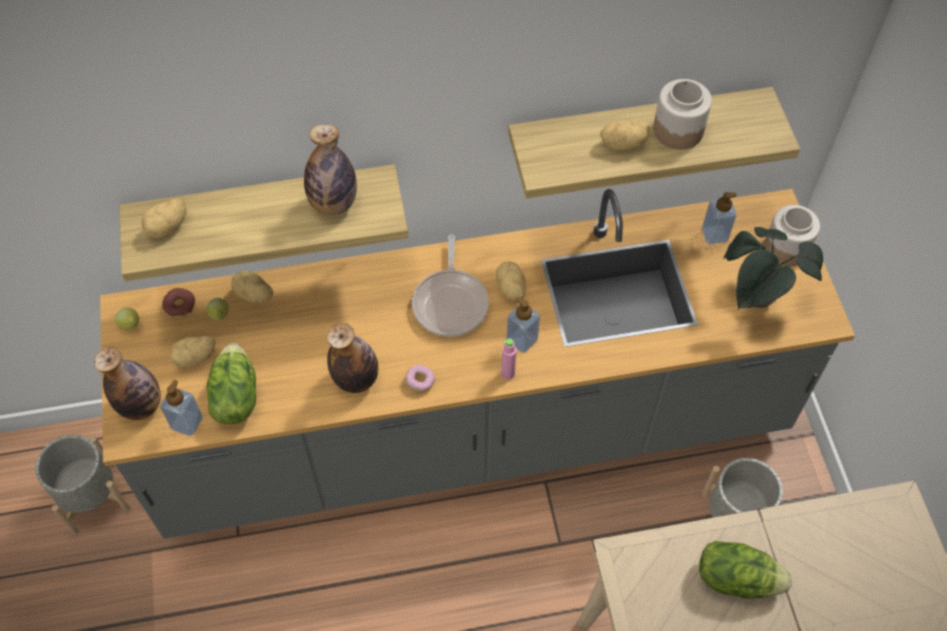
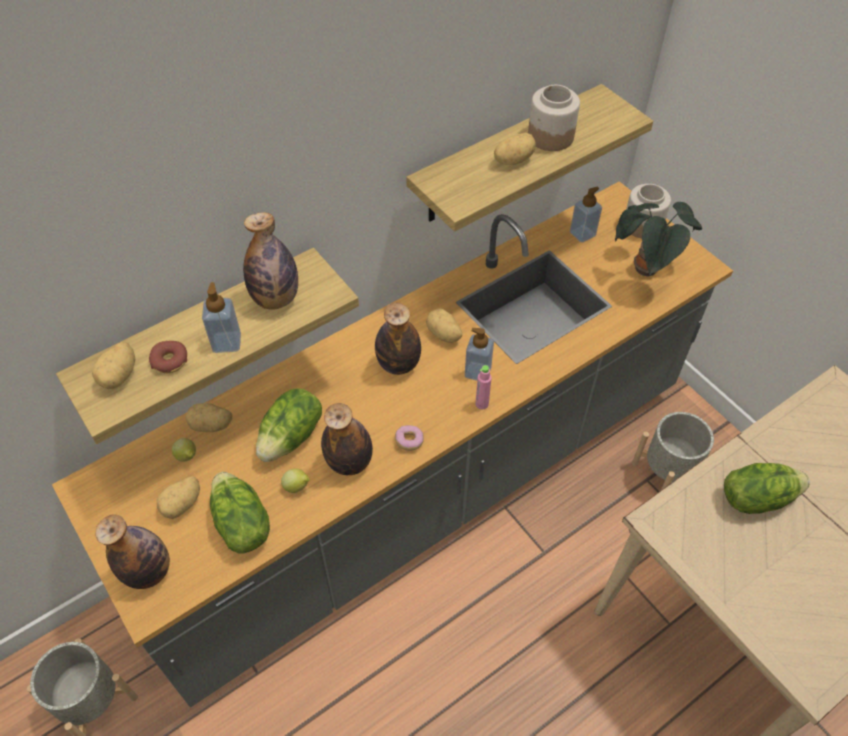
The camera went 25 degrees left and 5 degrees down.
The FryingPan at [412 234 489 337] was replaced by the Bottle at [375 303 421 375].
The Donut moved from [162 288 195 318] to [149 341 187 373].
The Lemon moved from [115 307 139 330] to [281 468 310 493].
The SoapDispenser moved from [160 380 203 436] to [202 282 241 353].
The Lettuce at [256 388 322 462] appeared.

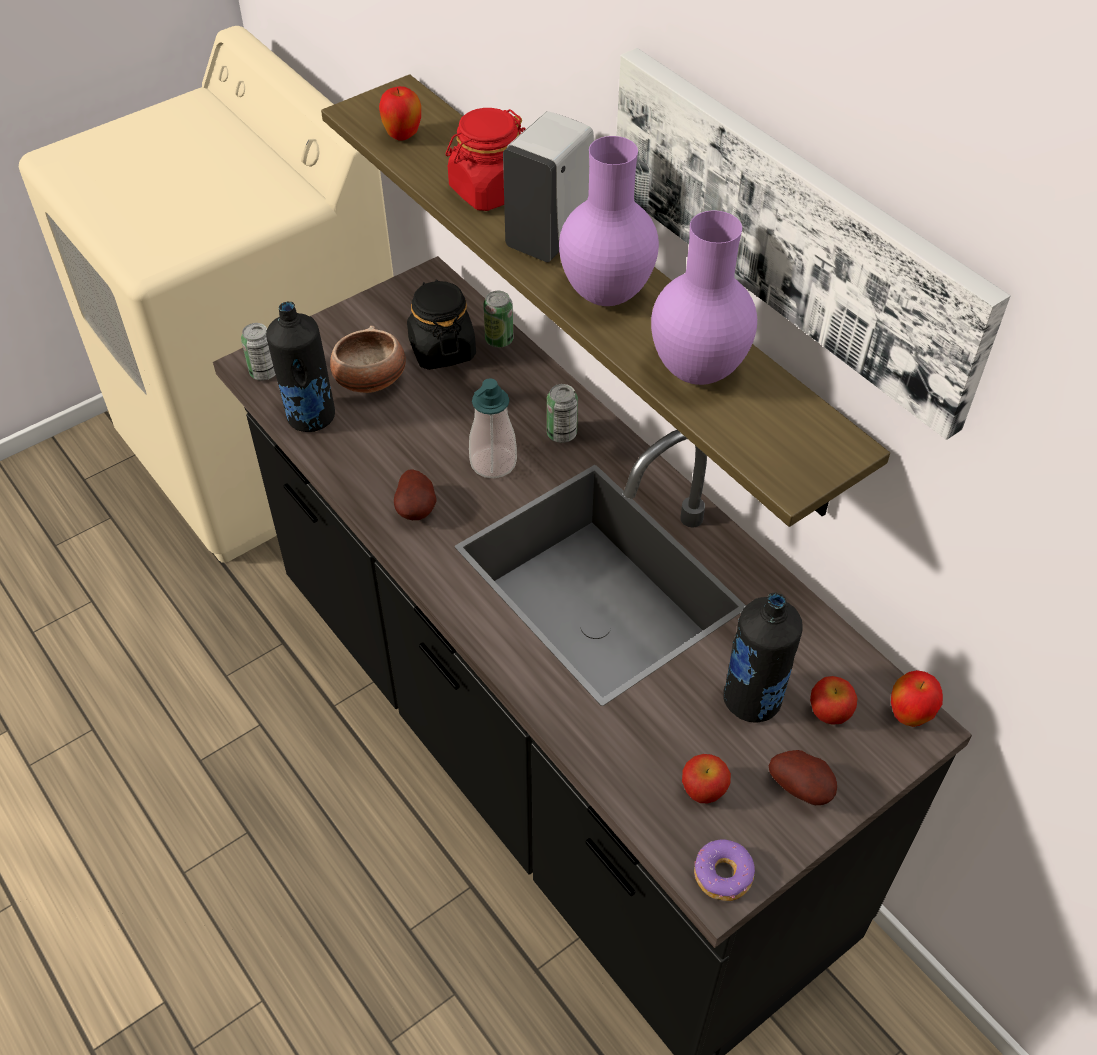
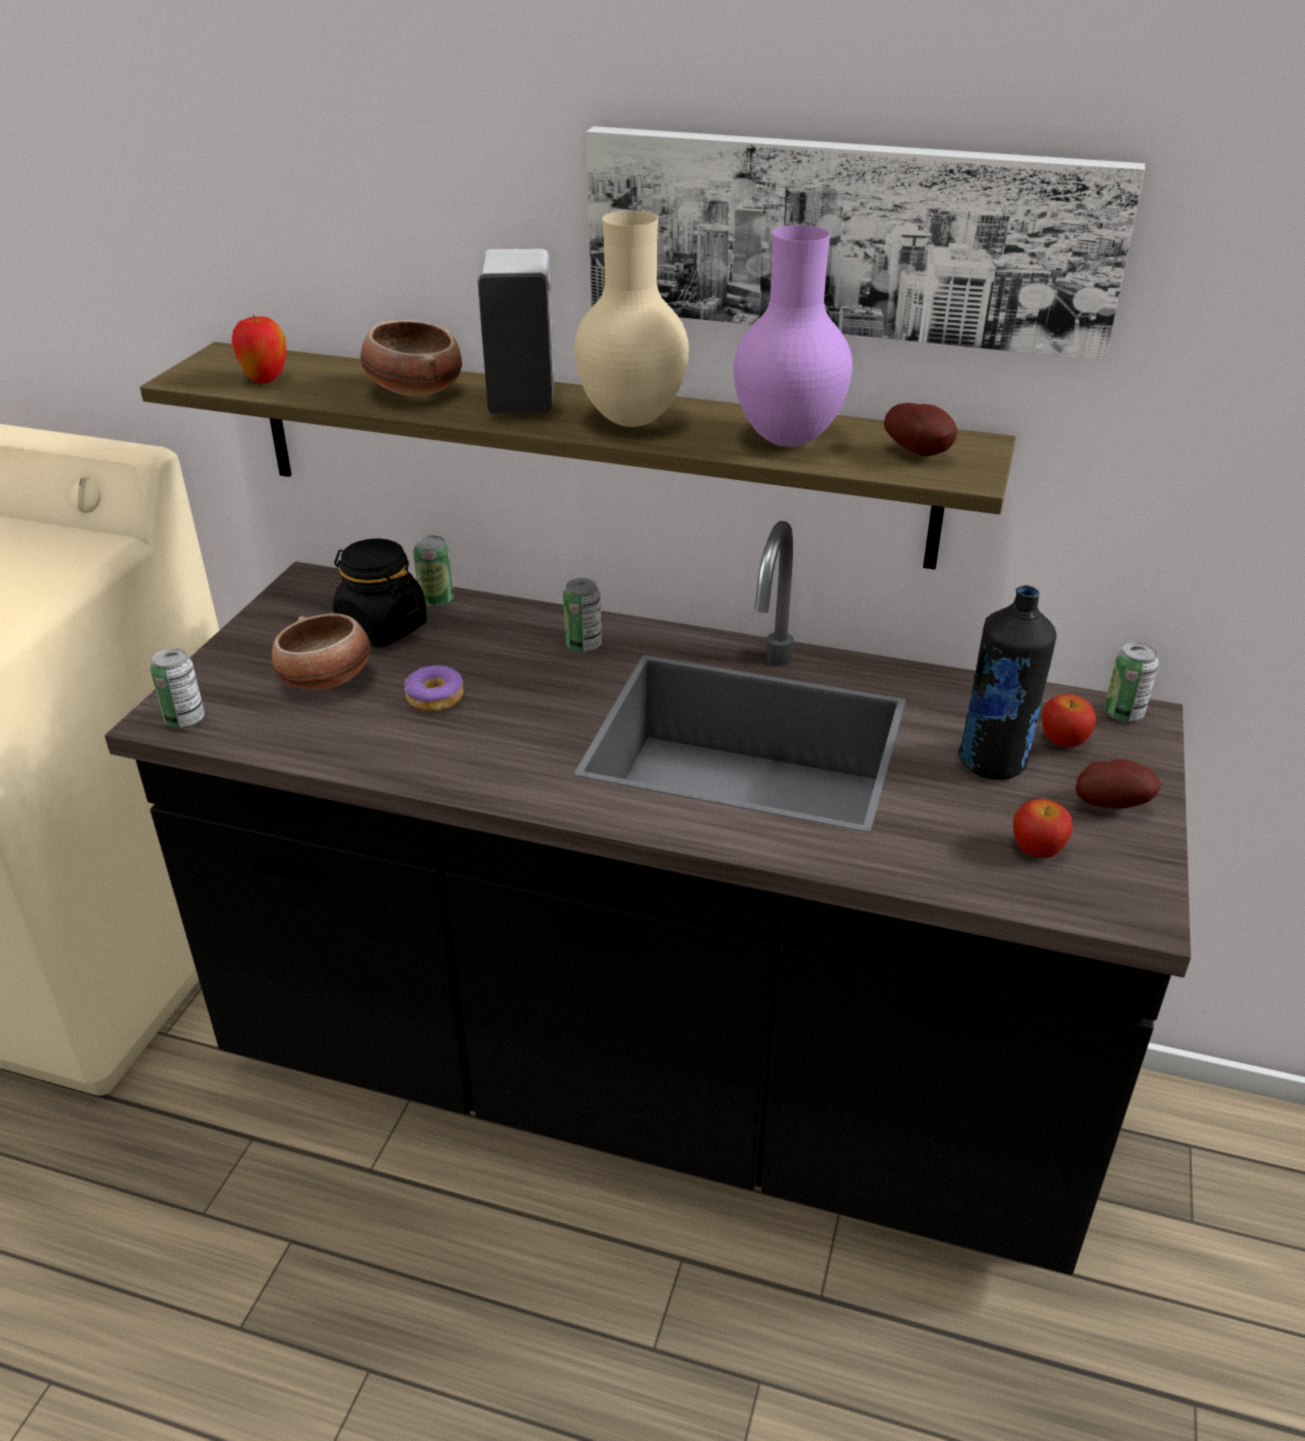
The camera went 35 degrees left and 15 degrees down.
The RedJar at [446 108 526 211] was replaced by the Bowl at [360 320 462 396].
The PurpleVase at [559 136 659 306] became the BeigeVase at [574 211 689 427].
The BlackBottle at [266 302 335 432] disappeared.
The SoapDispenser at [469 378 517 478] disappeared.
The Potato moved from [394 470 437 520] to [884 403 957 456].
The Apple at [891 670 943 727] was replaced by the Can at [1105 642 1159 722].
The Donut moved from [694 839 755 901] to [404 665 464 711].

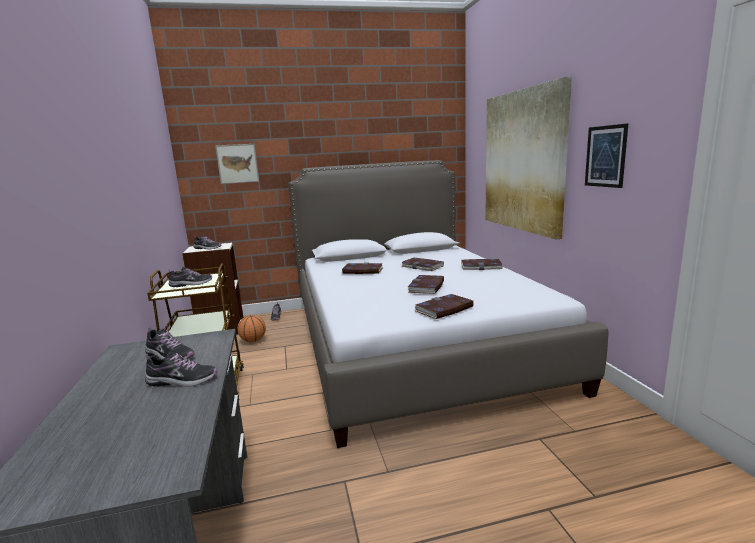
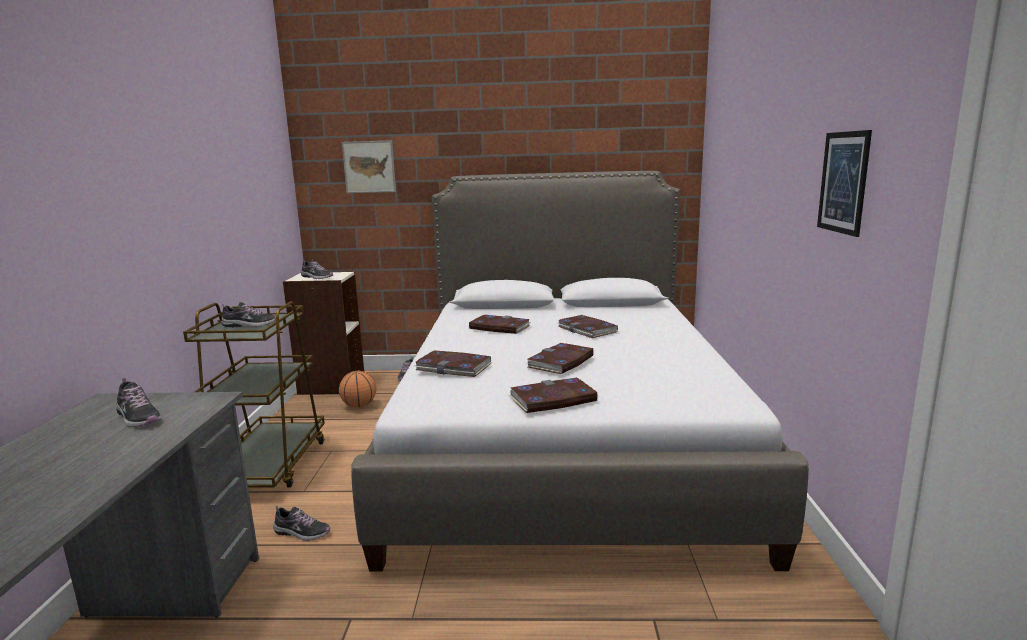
The camera went 15 degrees right and 0 degrees up.
The Picture at [485 77 572 239] disappeared.
The Book moved from [461 259 504 270] to [415 350 492 377].
The Shoe moved from [145 351 218 387] to [273 506 331 541].

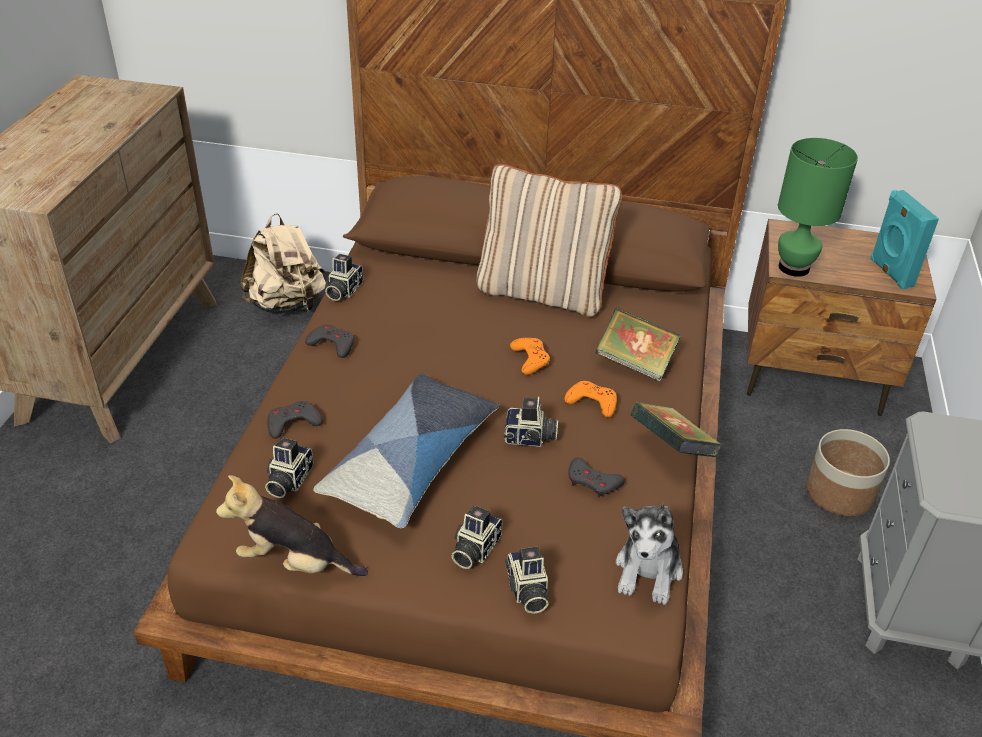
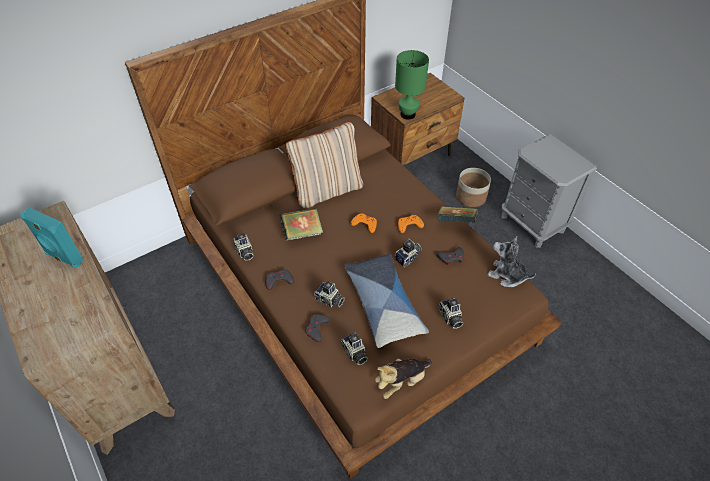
The camera went 45 degrees left and 10 degrees up.
The TurquoiseSpeaker moved from [870 190 939 290] to [20 208 84 268].
The BeigeBackpack at [241 213 326 314] disappeared.
The Book moved from [596 308 681 381] to [280 208 323 241].
The PlushToy at [615 503 683 605] turned 150 degrees clockwise.
The PhotoCamera moved from [505 547 548 614] to [313 281 345 307].

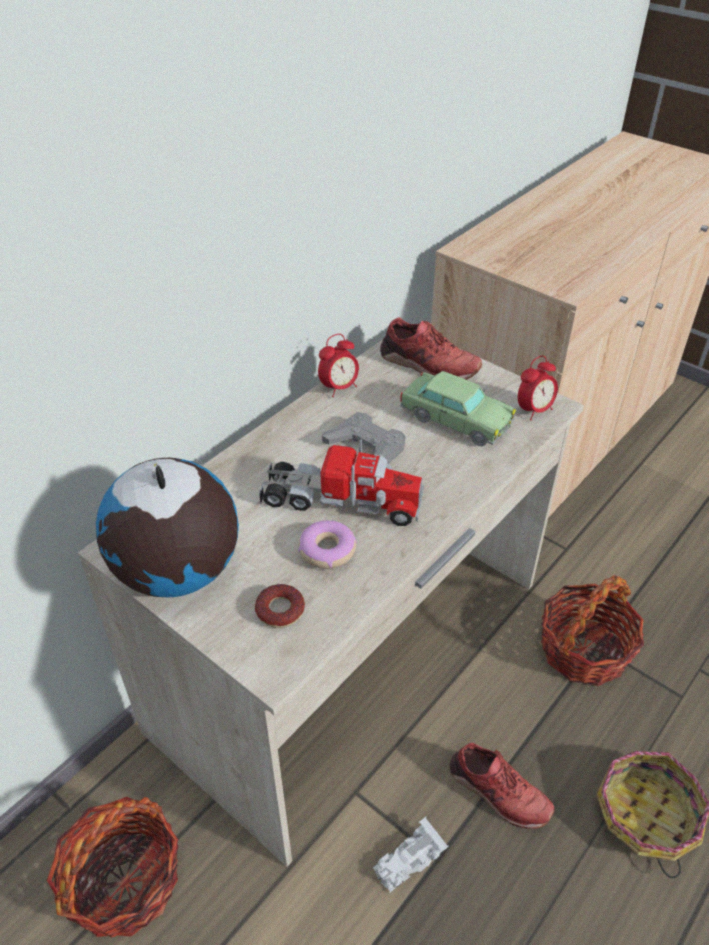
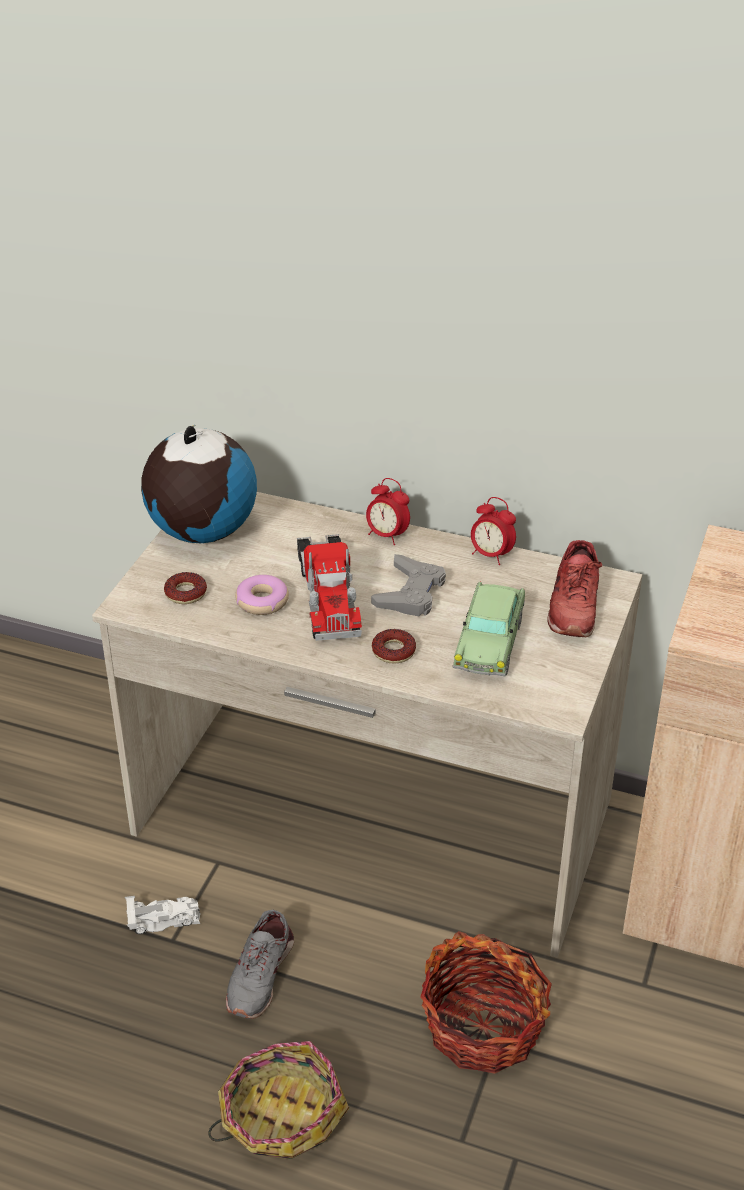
The camera went 70 degrees right and 5 degrees down.
The AlarmClock moved from [518 356 558 420] to [366 478 410 545].
The RedShoe at [450 743 555 829] became the GreyShoe at [226 910 294 1019].
The Basket at [47 797 179 938] disappeared.
The WhiteToyCar at [372 816 449 892] turned 135 degrees clockwise.
The Donut at [372 629 416 664] appeared.

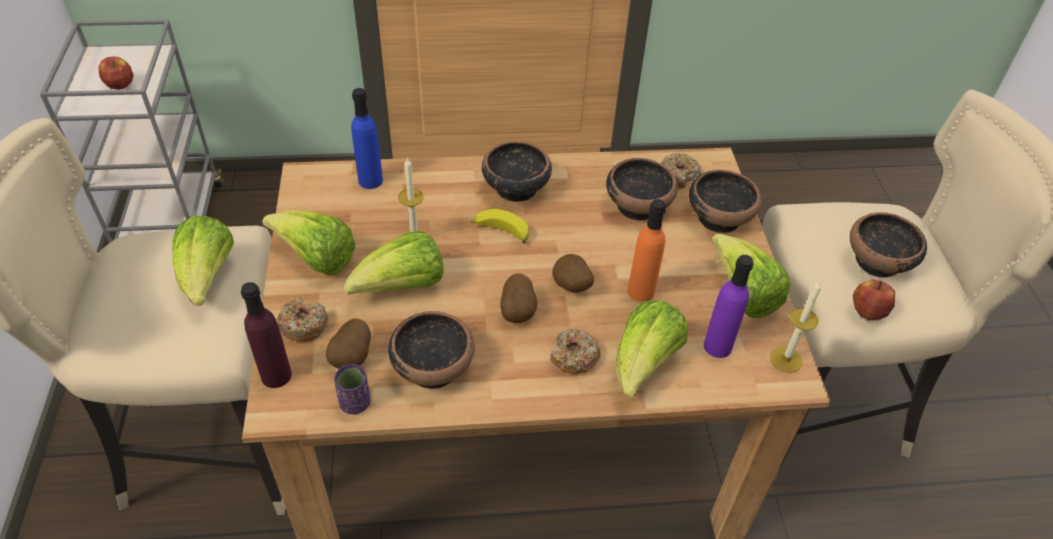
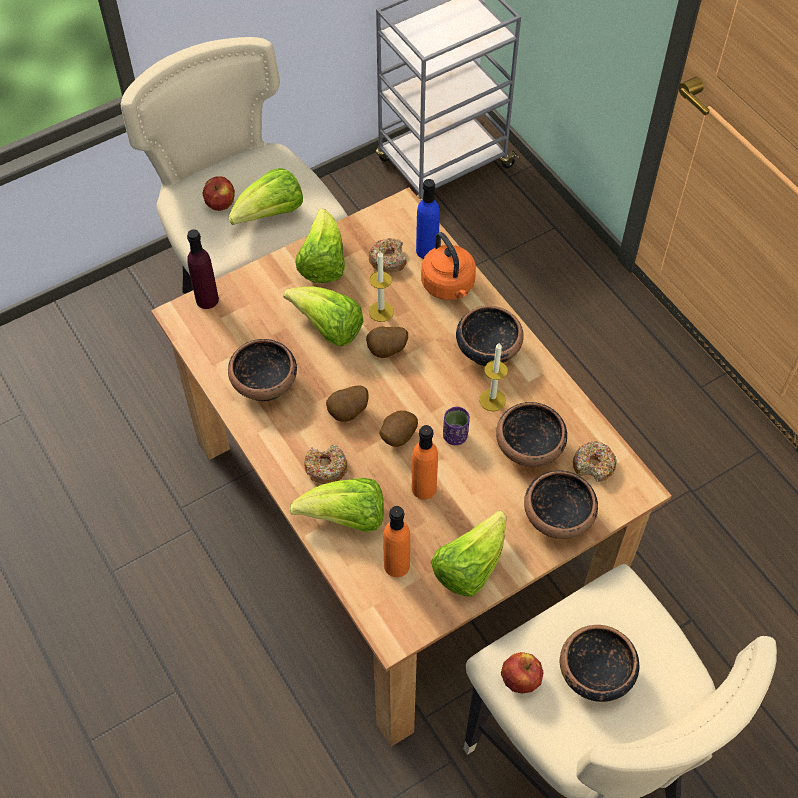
The camera went 65 degrees right and 10 degrees up.
The Apple moved from [99 56 134 90] to [202 177 235 211].
The Banana at [471 209 529 243] disappeared.
The PurpleBottle at [704 255 754 358] became the OrangeBottle at [383 506 410 577].
The Candle moved from [770 281 821 373] to [479 342 508 411].
The Donut moved from [276 297 328 342] to [369 238 407 273].
The Potato moved from [326 318 371 369] to [366 327 408 358].
The PurpleCup moved from [334 364 370 414] to [443 407 470 445].
The OrangeKettle at [421 232 476 300] appeared.

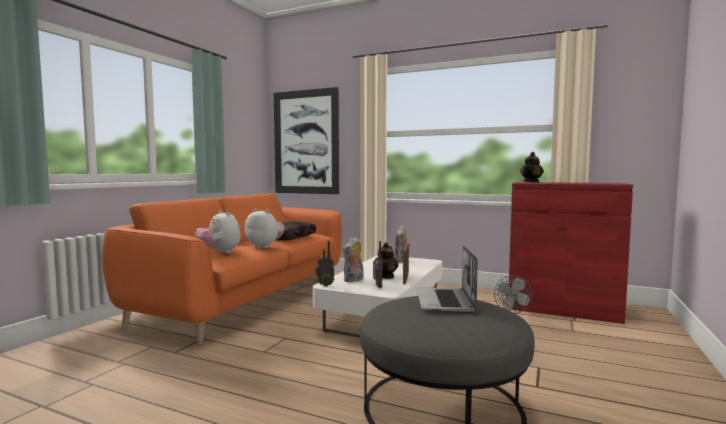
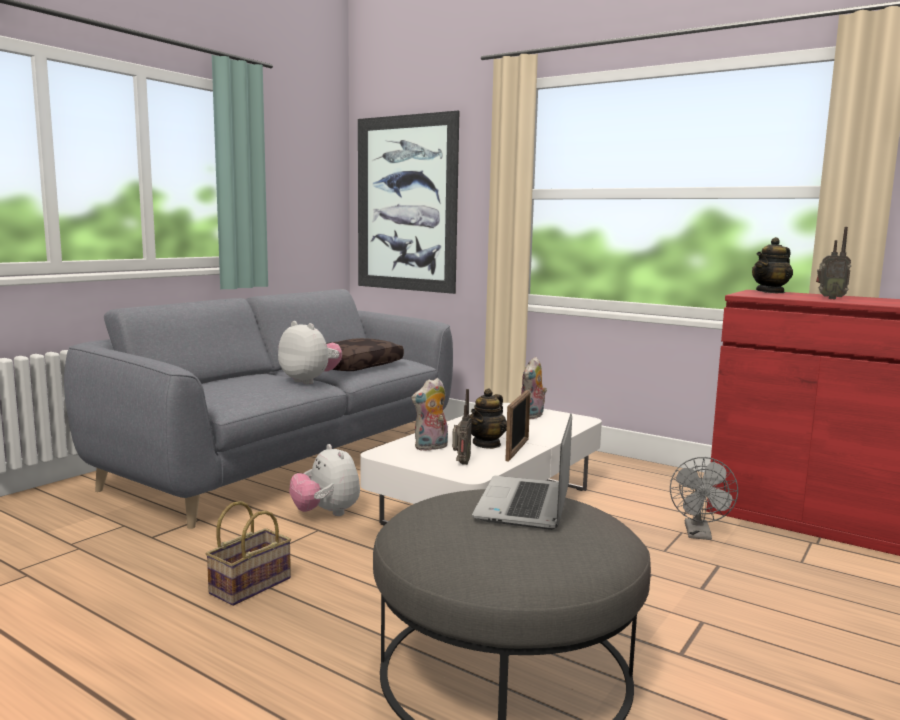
The camera went 10 degrees right and 5 degrees up.
The OrangeSofa at [102 193 342 345] became the GreySofa at [64 289 453 529].
The PlushToy moved from [195 211 241 254] to [289 444 360 516].
The Radio moved from [315 241 334 286] to [816 227 851 299].
The Basket at [206 501 291 606] appeared.

